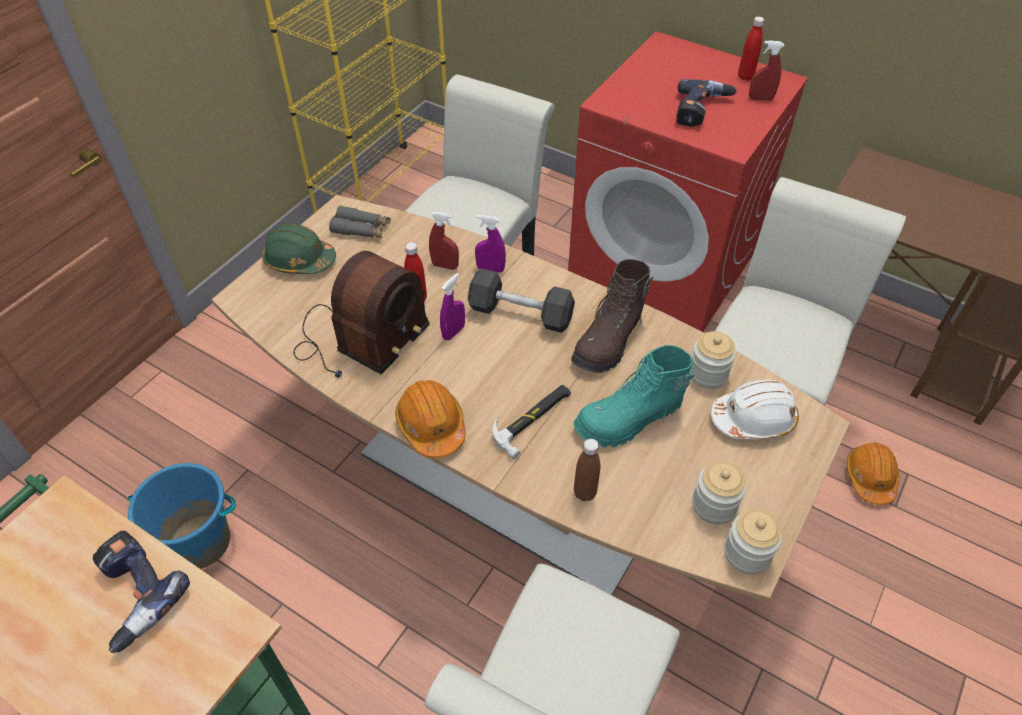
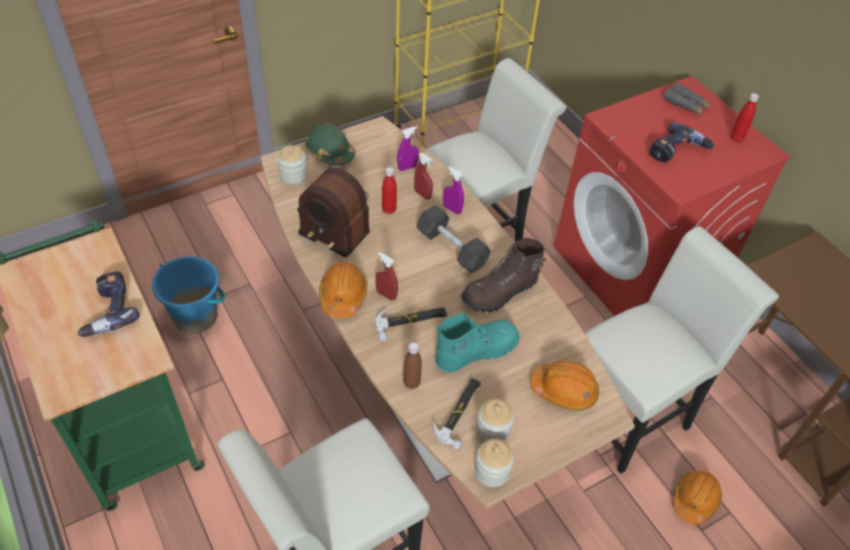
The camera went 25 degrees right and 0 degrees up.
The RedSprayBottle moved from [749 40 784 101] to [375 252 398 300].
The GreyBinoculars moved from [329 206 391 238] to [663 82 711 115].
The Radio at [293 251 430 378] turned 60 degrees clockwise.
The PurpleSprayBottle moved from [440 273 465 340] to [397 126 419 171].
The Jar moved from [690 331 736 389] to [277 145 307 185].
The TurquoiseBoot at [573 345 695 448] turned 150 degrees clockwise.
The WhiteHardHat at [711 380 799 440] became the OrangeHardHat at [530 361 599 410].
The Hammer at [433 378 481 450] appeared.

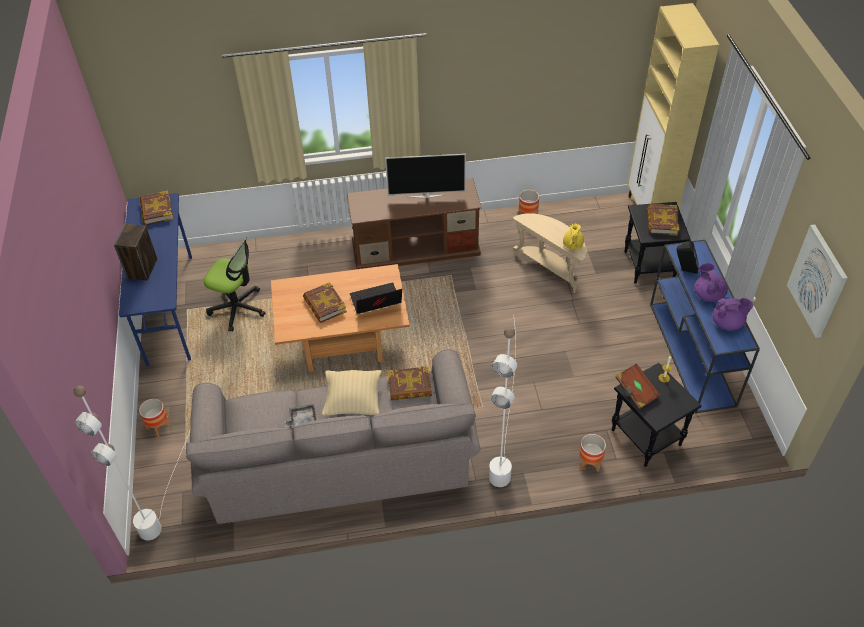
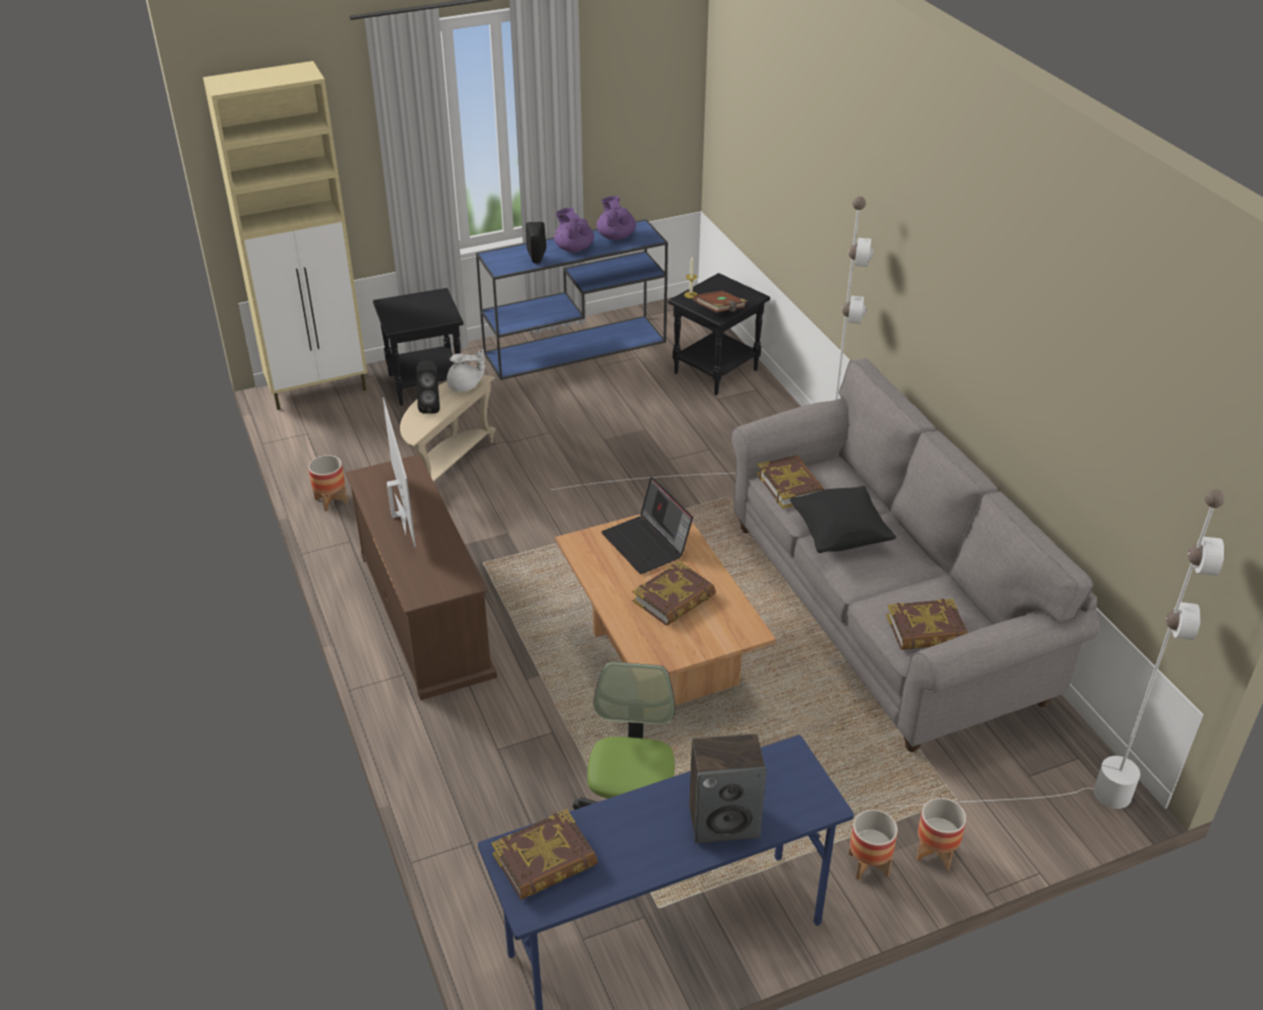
The camera went 105 degrees left and 10 degrees down.
The Book moved from [647 204 680 236] to [886 599 968 650].
The YellowTeapot at [563 224 584 250] became the WhiteTeapot at [447 349 485 392].
The Picture at [787 224 848 338] disappeared.
The PurpleTeapot at [694 263 728 302] turned 90 degrees clockwise.
The BeigePillow at [322 370 382 416] became the BlackPillow at [790 486 896 553].
The GreyTray at [284 404 316 428] disappeared.
The Planter moved from [579 434 606 471] to [849 810 898 880].
The BlackSpeaker at [416 361 440 414] appeared.

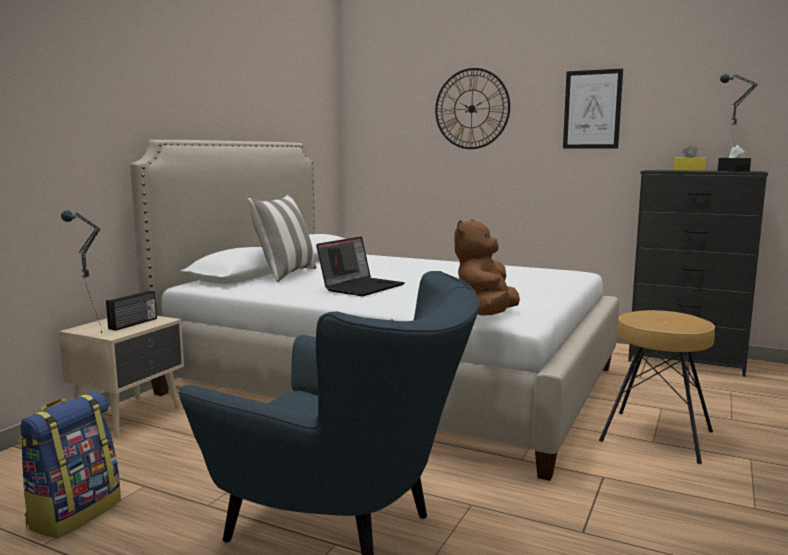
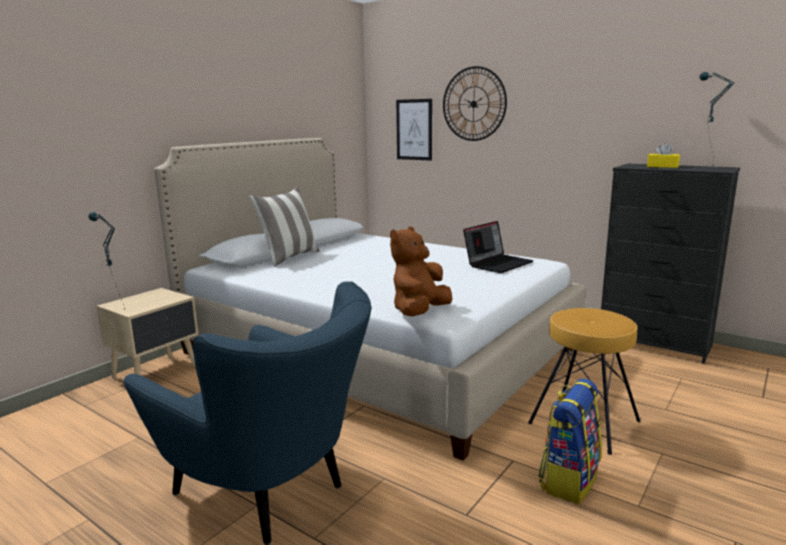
The camera went 10 degrees right and 5 degrees up.
The Picture moved from [563 69 623 149] to [396 99 432 160].
The BlackTissueBox at [718 145 751 172] disappeared.
The Laptop moved from [316 237 405 296] to [463 221 534 273].
The Radio at [106 291 157 331] disappeared.
The Backpack moved from [18 391 121 539] to [538 379 602 504].

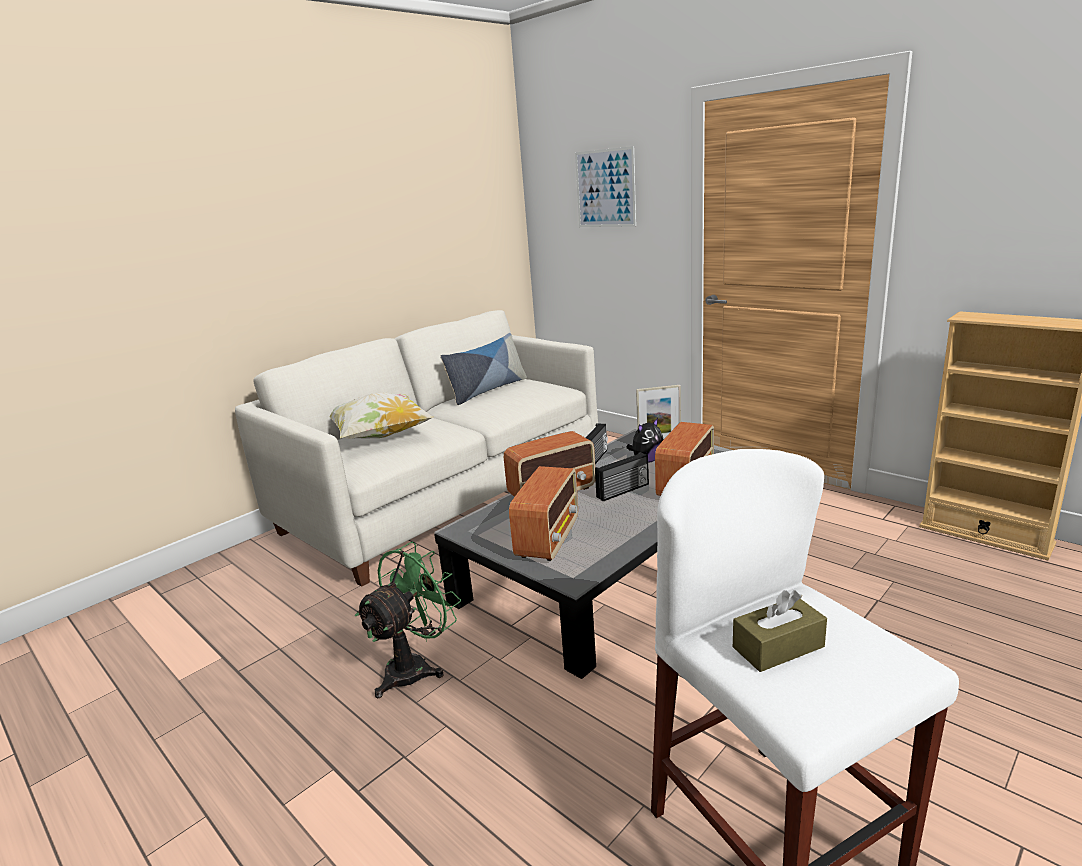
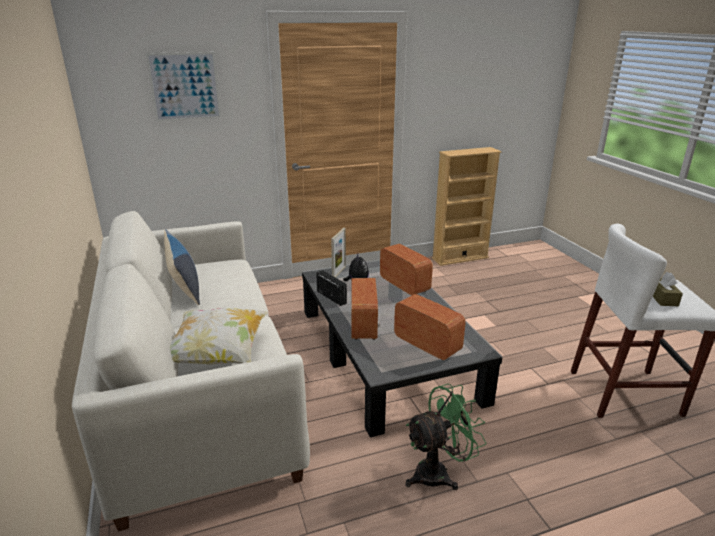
The camera went 65 degrees left and 5 degrees up.
The Radio at [595 452 649 501] disappeared.
The GreenFan at [355 542 461 698] turned 90 degrees clockwise.

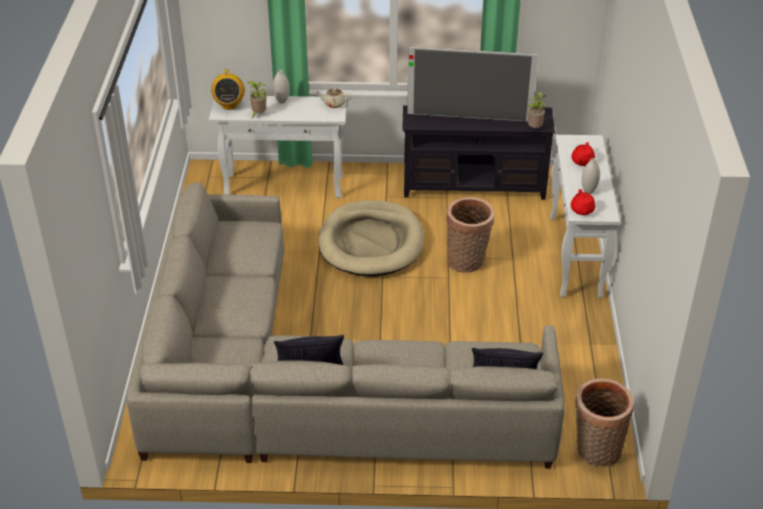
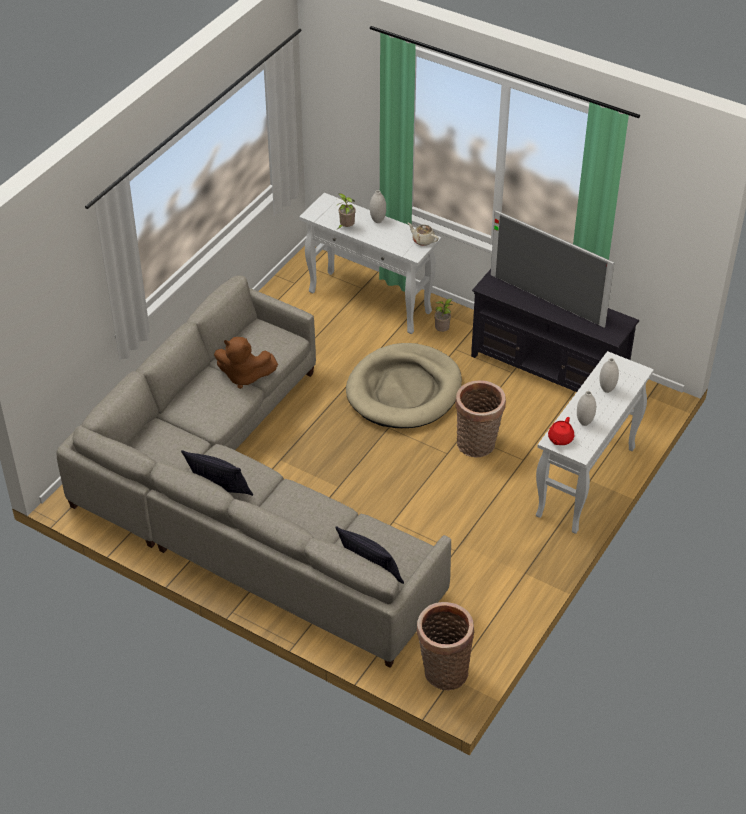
The camera went 30 degrees right and 5 degrees up.
The Radio at [211 69 245 110] disappeared.
The PottedPlant moved from [528 92 546 128] to [434 298 452 332].
The RedTeapot at [571 142 595 166] was replaced by the WhiteVase at [599 358 619 393].
The BrownPlushToy at [214 337 278 389] appeared.

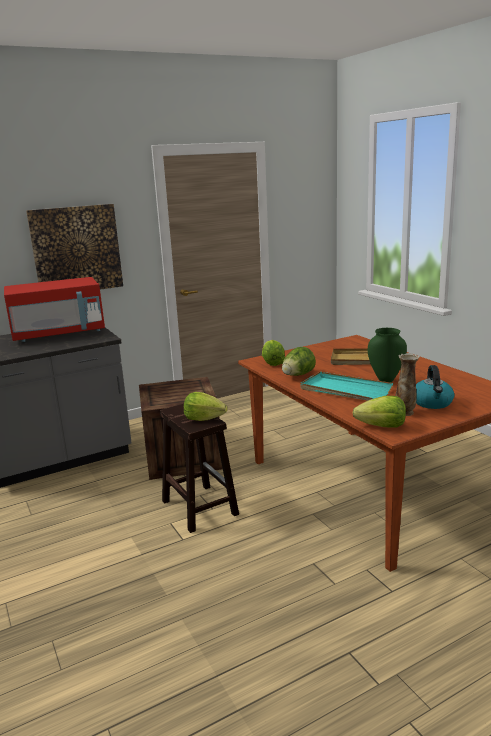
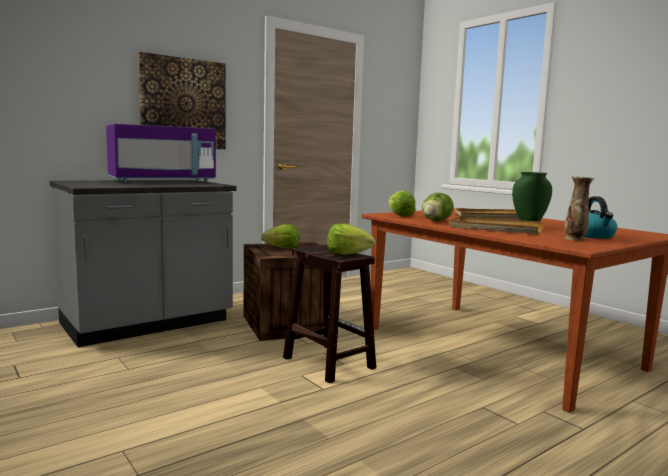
The camera went 10 degrees left and 10 degrees down.
The RedMicrowave at [4 277 105 342] became the PurpleMicrowave at [106 124 216 183].
The TurquoiseTray at [300 372 393 401] became the BeigeTray at [449 216 544 234].
The Lettuce moved from [352 396 406 427] to [261 224 300 248].

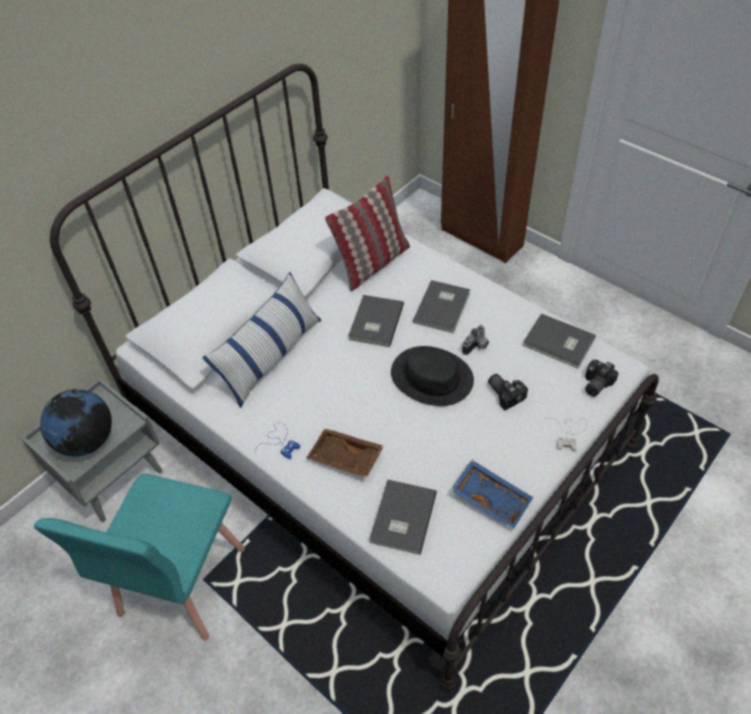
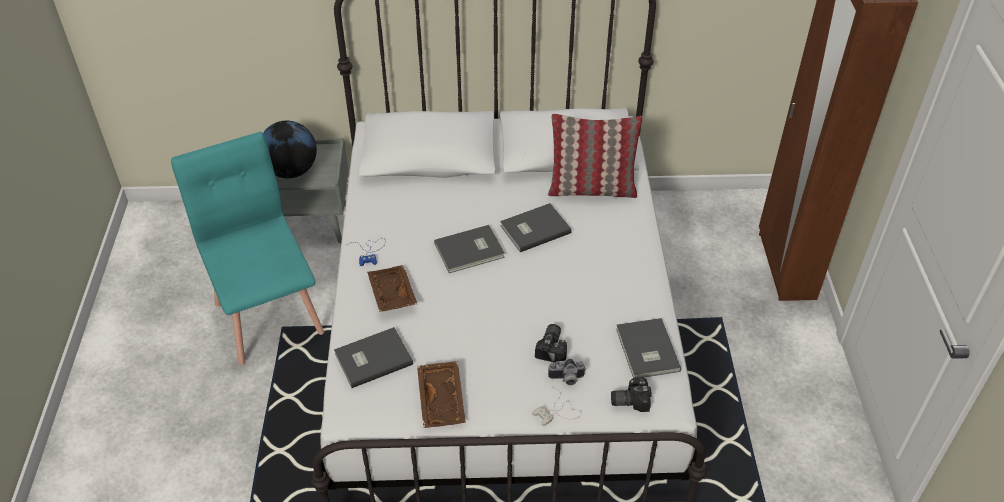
The camera went 45 degrees right and 5 degrees down.
The Pillow at [202 272 321 408] disappeared.
The GreyBook moved from [413 280 470 333] to [434 225 505 273].
The PhotoCamera moved from [462 325 489 355] to [548 359 586 385].
The BlackHat at [391 346 474 406] disappeared.
The BlueTray at [451 460 533 530] became the BrownTray at [417 361 466 428].
The TurquoiseChair at [34 474 245 641] turned 90 degrees clockwise.

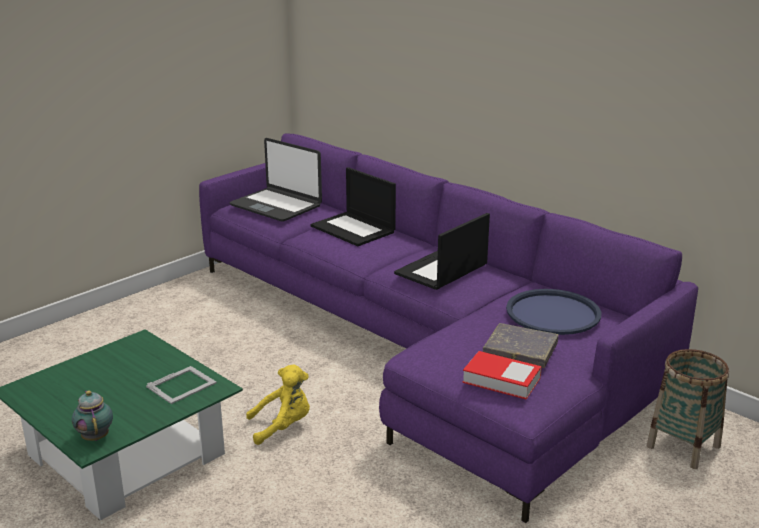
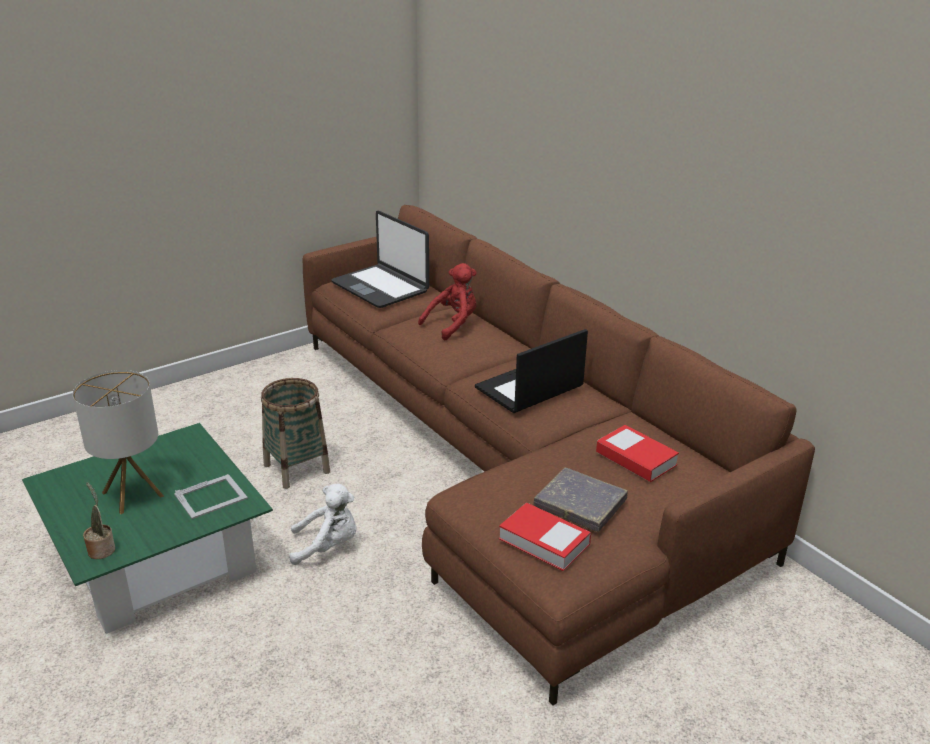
The camera went 10 degrees right and 5 degrees up.
The PurpleSofa at [199 133 698 523] became the BrownSofa at [303 205 815 706].
The Laptop at [311 167 396 246] was replaced by the RedPlushToy at [418 263 476 341].
The BlueTray at [506 289 602 335] was replaced by the Book at [596 425 679 482].
The Basket moved from [647 349 729 469] to [261 378 330 489].
The YellowPlushToy at [246 365 310 445] became the WhitePlushToy at [289 484 356 565].
The Teapot at [72 390 113 441] was replaced by the PottedPlant at [83 482 115 559].
The TableLamp at [73 370 164 514] appeared.

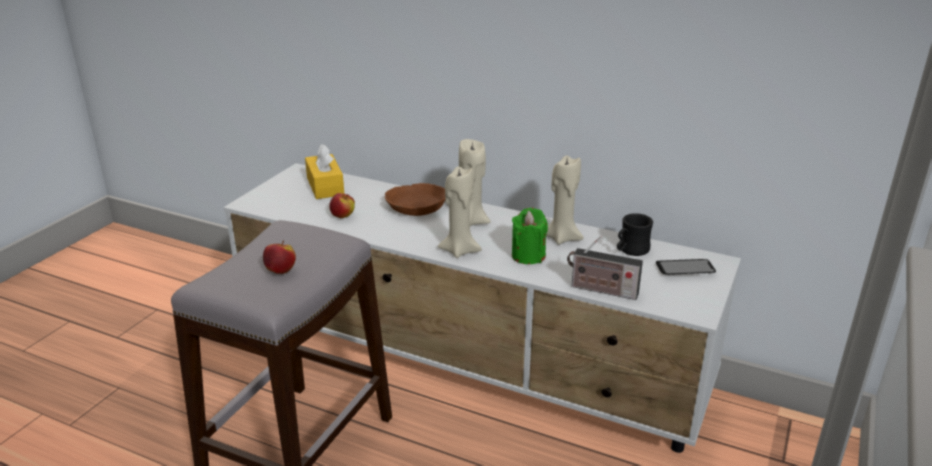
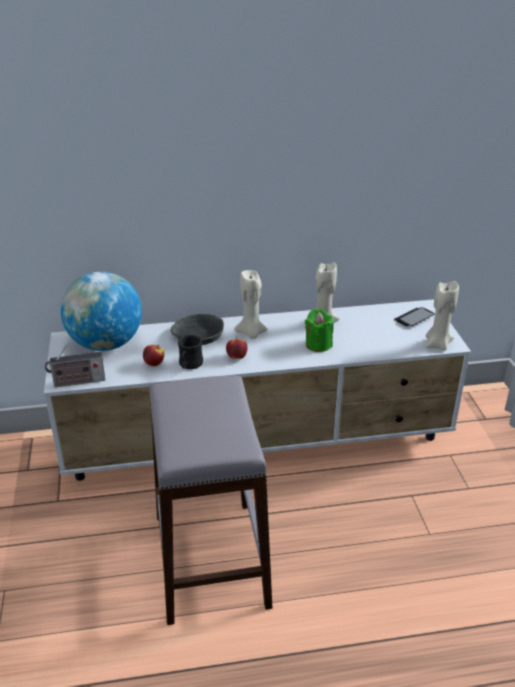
The camera went 35 degrees left and 5 degrees up.
The YellowTissueBox at [305 144 344 199] was replaced by the Globe at [61 271 142 351].
The BeigeCandle moved from [438 166 482 258] to [425 281 459 351].
The BrownBowl at [385 183 445 216] became the GreyBowl at [171 314 224 345].
The BlackMug moved from [617 213 653 256] to [178 335 203 369].
The Radio moved from [567 236 643 300] to [45 344 105 388].
The Apple moved from [263 240 296 274] to [226 337 248 359].

